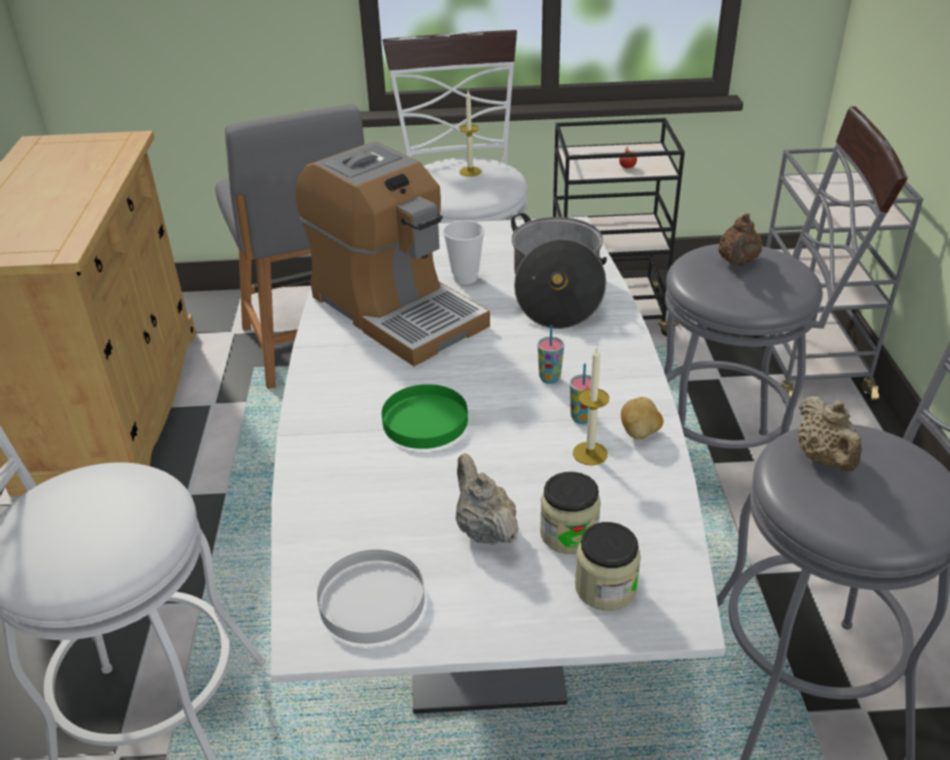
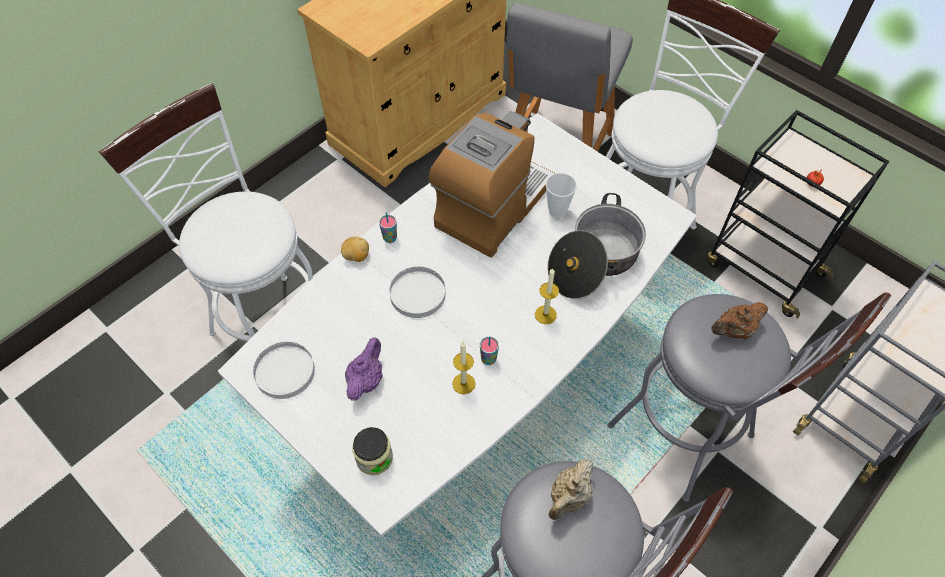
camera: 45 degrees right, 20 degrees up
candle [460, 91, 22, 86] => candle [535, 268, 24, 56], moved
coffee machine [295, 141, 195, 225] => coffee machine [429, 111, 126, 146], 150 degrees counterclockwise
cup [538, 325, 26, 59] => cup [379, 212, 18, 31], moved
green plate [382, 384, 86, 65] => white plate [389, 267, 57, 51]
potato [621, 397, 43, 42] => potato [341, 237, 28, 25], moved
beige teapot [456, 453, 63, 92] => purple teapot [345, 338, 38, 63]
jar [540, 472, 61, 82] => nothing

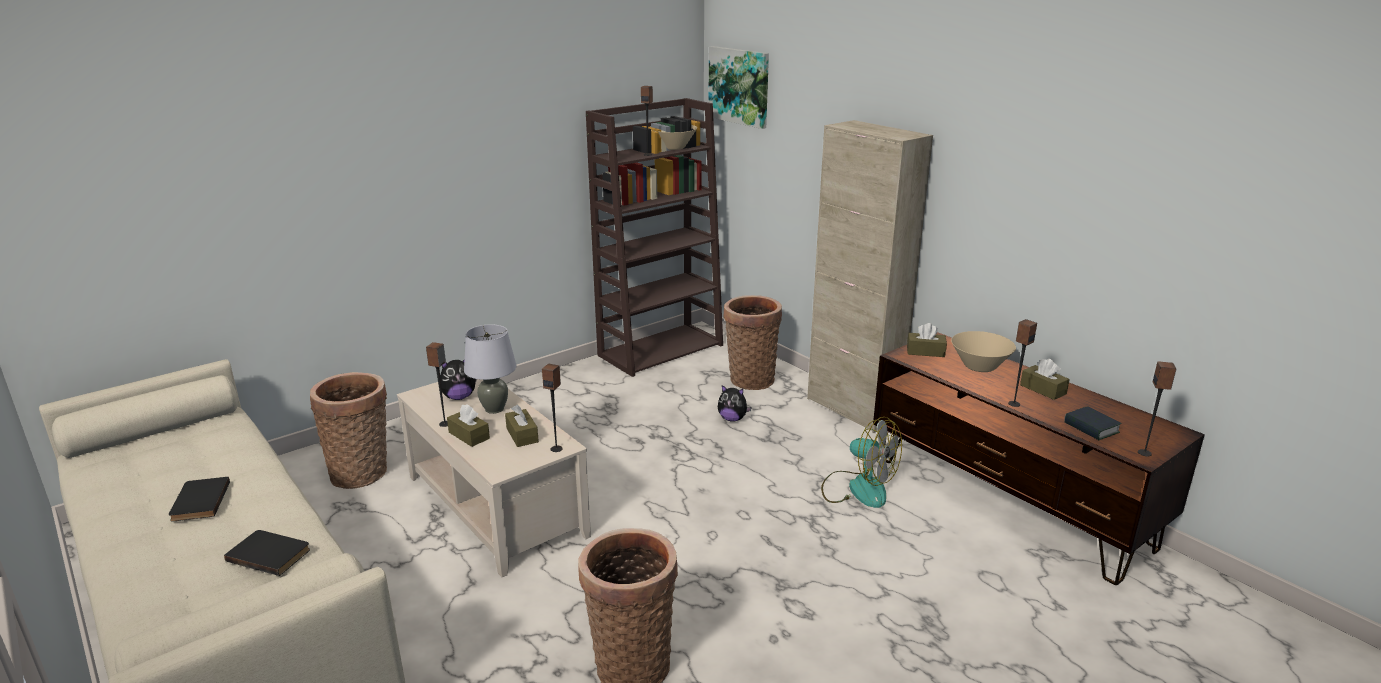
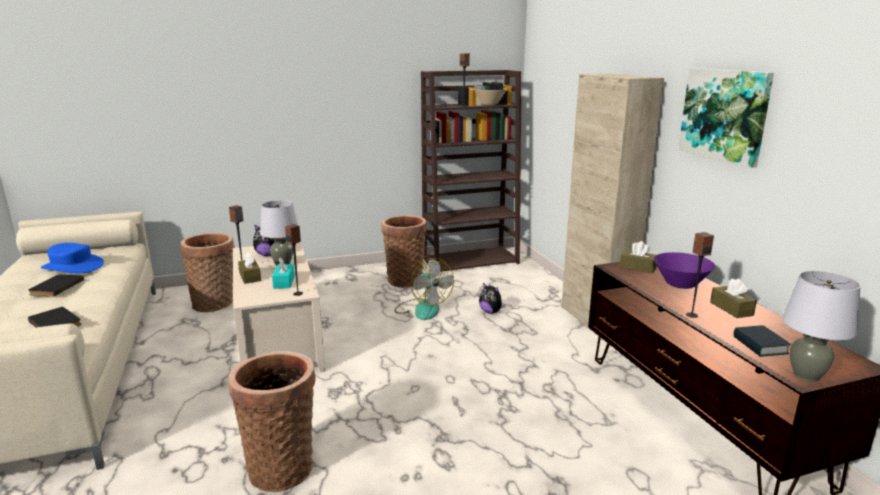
camera: 20 degrees right, 5 degrees down
picture [708, 46, 61, 83] => picture [678, 68, 96, 100], moved
basket [723, 295, 59, 95] => basket [381, 215, 46, 73], moved
beige bowl [951, 331, 65, 41] => purple bowl [654, 252, 61, 37]
speaker [1138, 361, 39, 95] => grey table lamp [782, 271, 79, 111]
brown tissue box [505, 405, 34, 42] => turquoise tissue box [272, 257, 23, 32]
fan [821, 417, 81, 91] => fan [394, 258, 60, 62], moved
nothing => blue hat [41, 243, 63, 30]

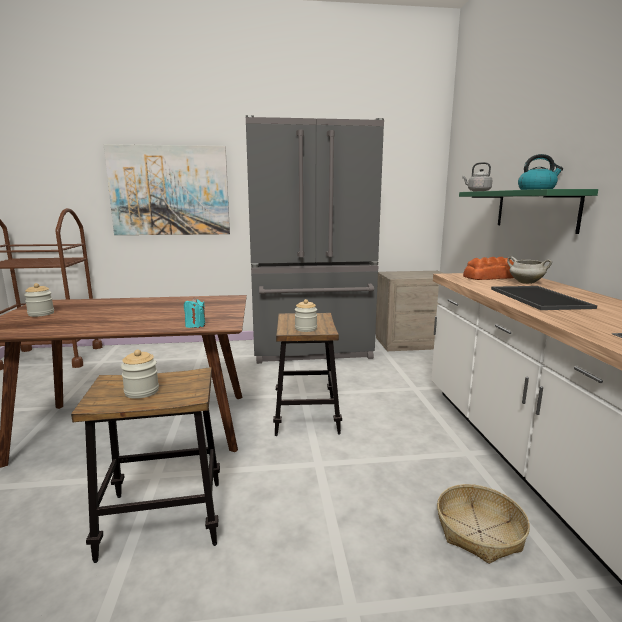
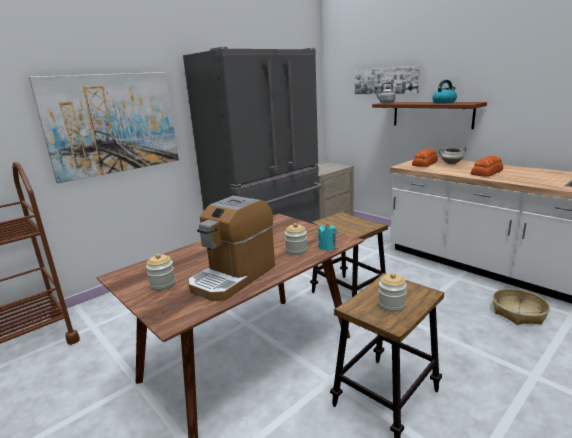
camera: 35 degrees left, 5 degrees up
green shelf [459, 189, 139, 45] => brown shelf [372, 102, 115, 27]
tray [491, 286, 106, 24] => bread [471, 156, 32, 21]
jar [295, 299, 22, 33] => jar [285, 223, 22, 32], moved
nothing => picture [355, 66, 65, 28]
nothing => coffee machine [188, 196, 87, 105]

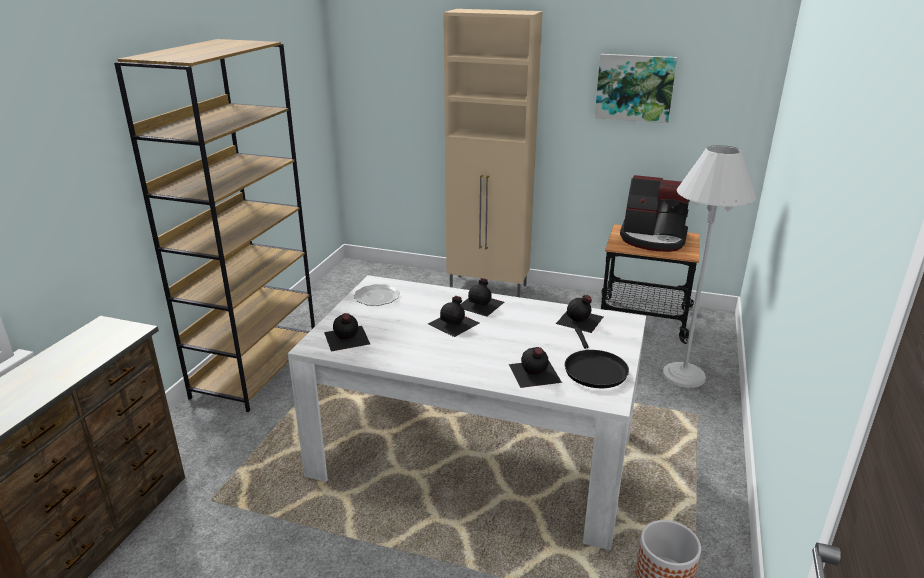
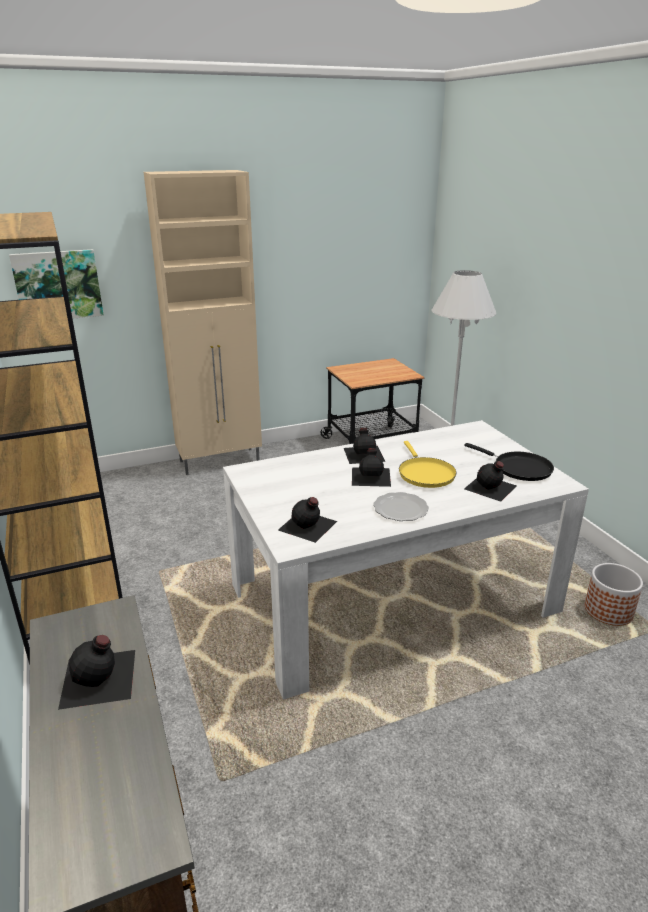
camera: 40 degrees left, 0 degrees up
picture [595, 54, 82, 69] => picture [9, 249, 95, 70], moved
coffee machine [620, 175, 70, 77] => nothing
plate [354, 284, 46, 22] => plate [373, 492, 56, 29], moved
black bottle [556, 295, 47, 38] => black bottle [58, 635, 77, 75], moved
nothing => yellow frying pan [399, 441, 58, 47]

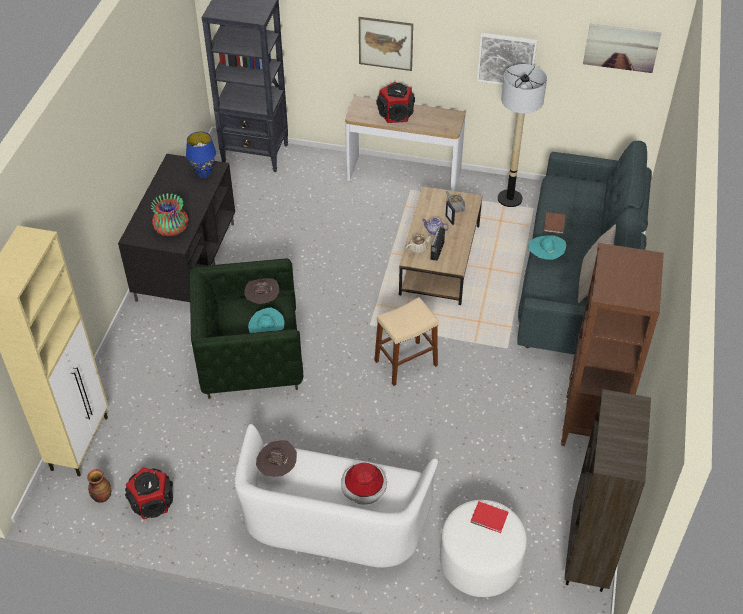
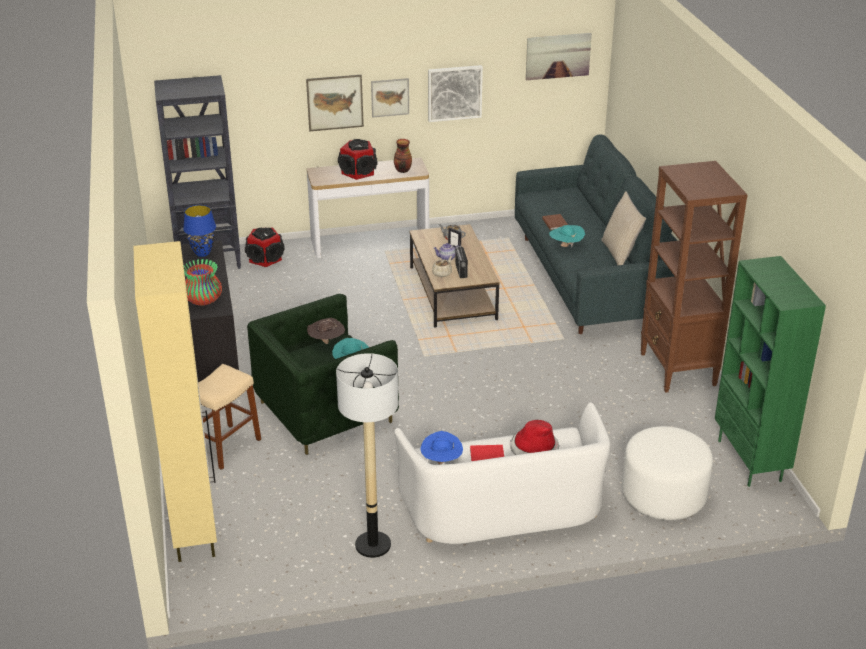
camera: 25 degrees left, 15 degrees down
floor lamp [498, 64, 49, 143] => floor lamp [336, 353, 62, 205], moved
beige stool [374, 297, 65, 89] => beige stool [198, 364, 63, 106], moved
brown bookcase [564, 389, 87, 203] => green bookcase [715, 256, 111, 231]
brown hat [256, 440, 41, 37] => blue hat [420, 431, 43, 34]
speaker [125, 467, 48, 52] => speaker [245, 227, 40, 40], moved
vase [87, 469, 24, 34] => vase [394, 139, 18, 34], moved
red book [471, 501, 37, 32] => red book [470, 445, 34, 16], moved
nothing => picture [371, 78, 38, 40]

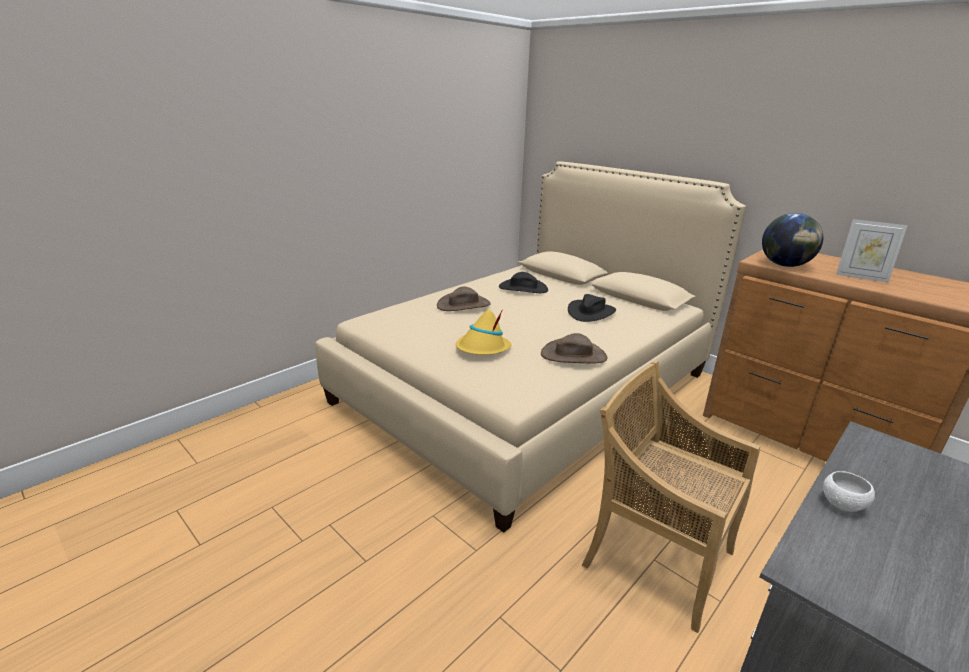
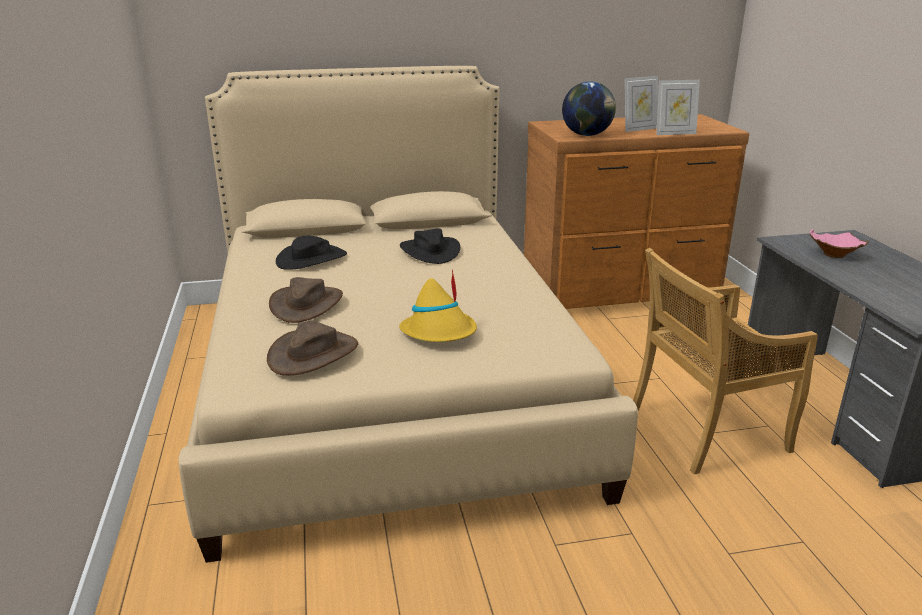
camera: 55 degrees left, 0 degrees up
brown hat [541, 333, 66, 31] => brown hat [267, 321, 91, 54], moved
white bowl [823, 471, 52, 41] => nothing
nothing => picture frame [656, 80, 44, 55]
nothing => pink bowl [810, 229, 59, 29]

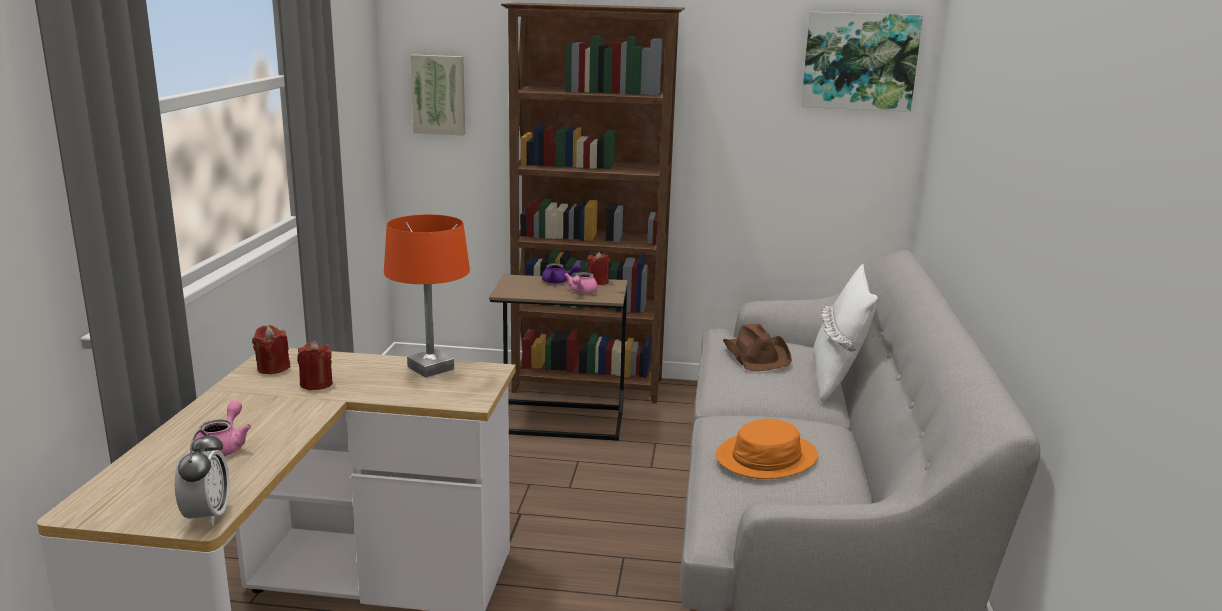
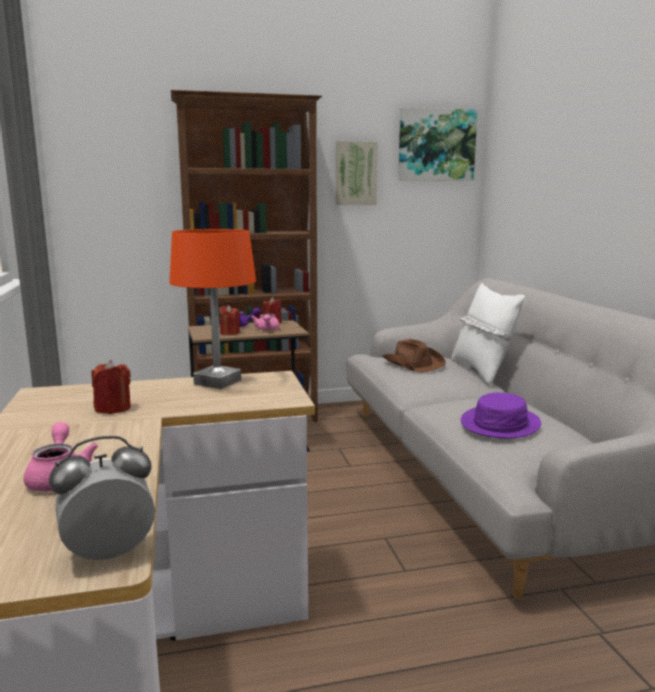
camera: 20 degrees left, 5 degrees down
picture [410, 55, 55, 80] => picture [336, 141, 42, 64], moved
red candle [252, 325, 38, 49] => red candle [219, 305, 21, 30], moved
orange hat [716, 419, 102, 60] => purple hat [461, 393, 80, 46]
alarm clock [175, 430, 55, 96] => alarm clock [49, 436, 106, 125], 90 degrees counterclockwise

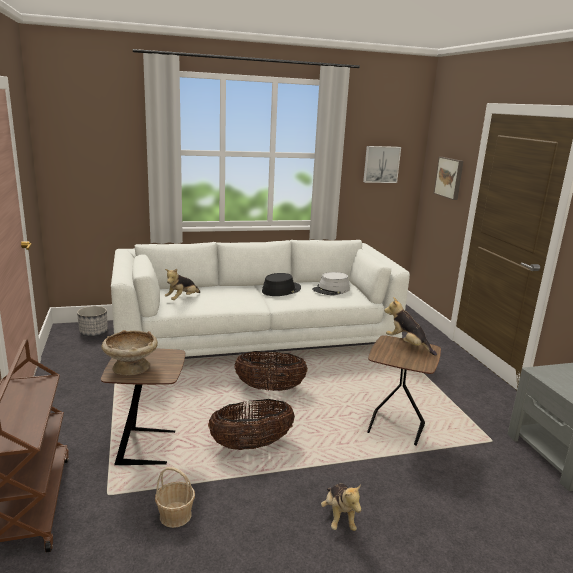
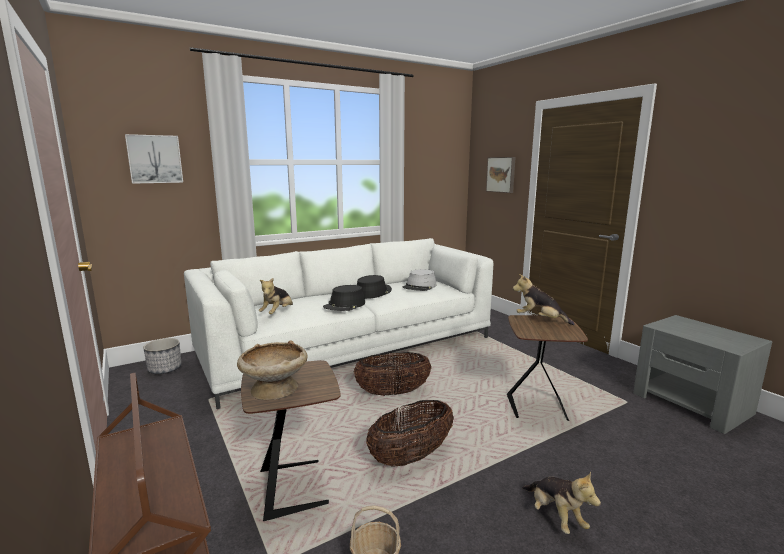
camera: 15 degrees left, 5 degrees down
picture [363, 146, 38, 37] => picture [125, 134, 58, 50], moved
nothing => black hat [323, 285, 42, 26]

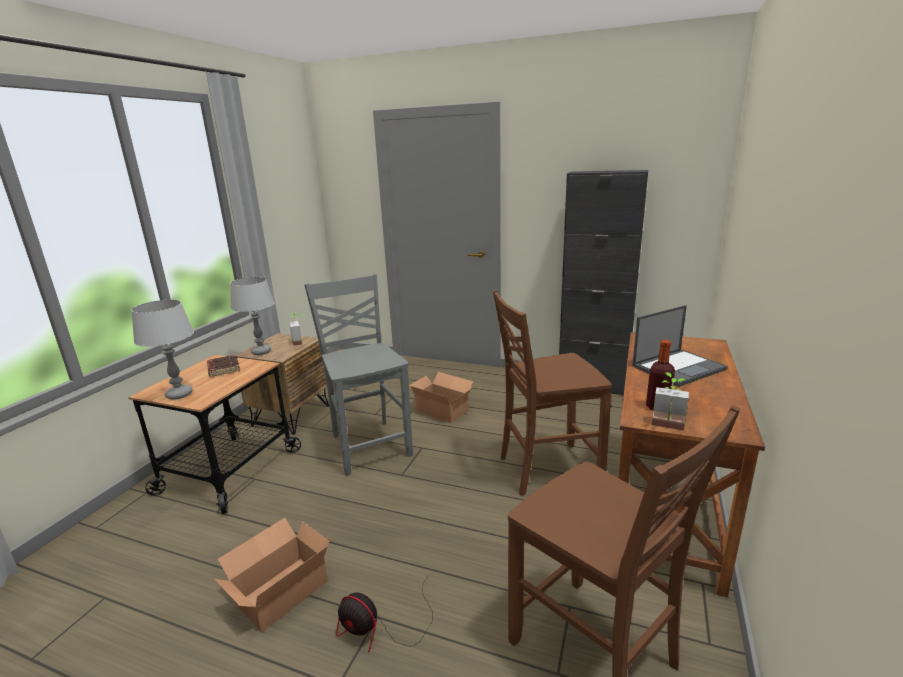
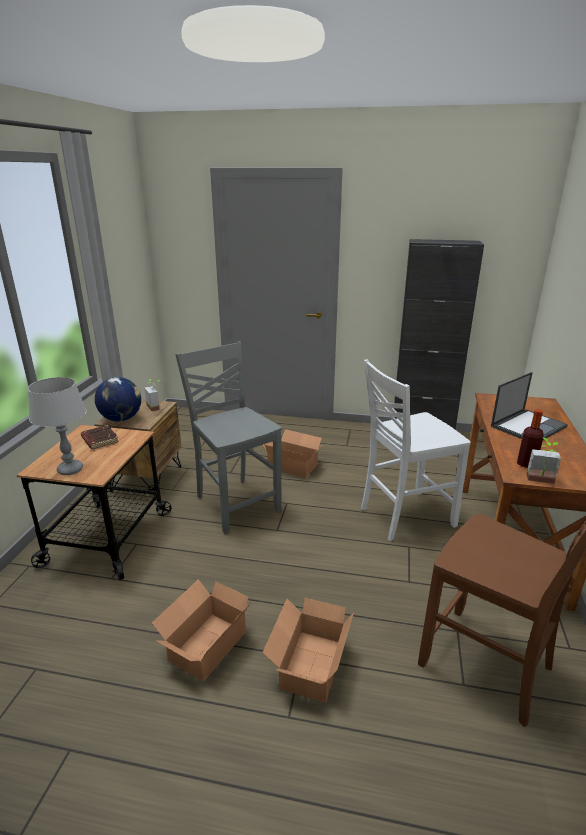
camera: 10 degrees left, 5 degrees up
grey table lamp [230, 277, 45, 78] => globe [95, 377, 46, 44]
brown chair [493, 290, 119, 206] => white chair [361, 359, 110, 182]
fan [336, 575, 97, 77] => cardboard box [262, 598, 92, 105]

